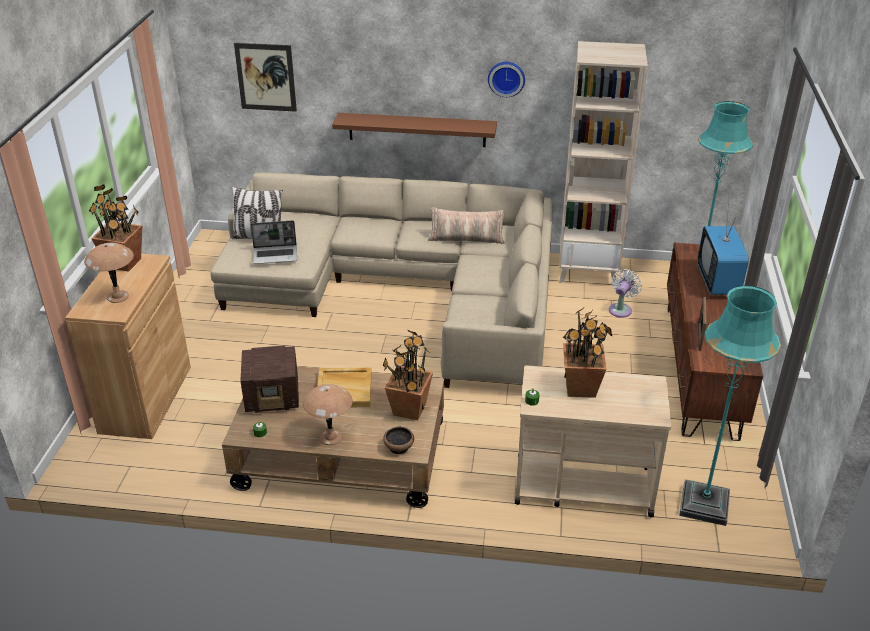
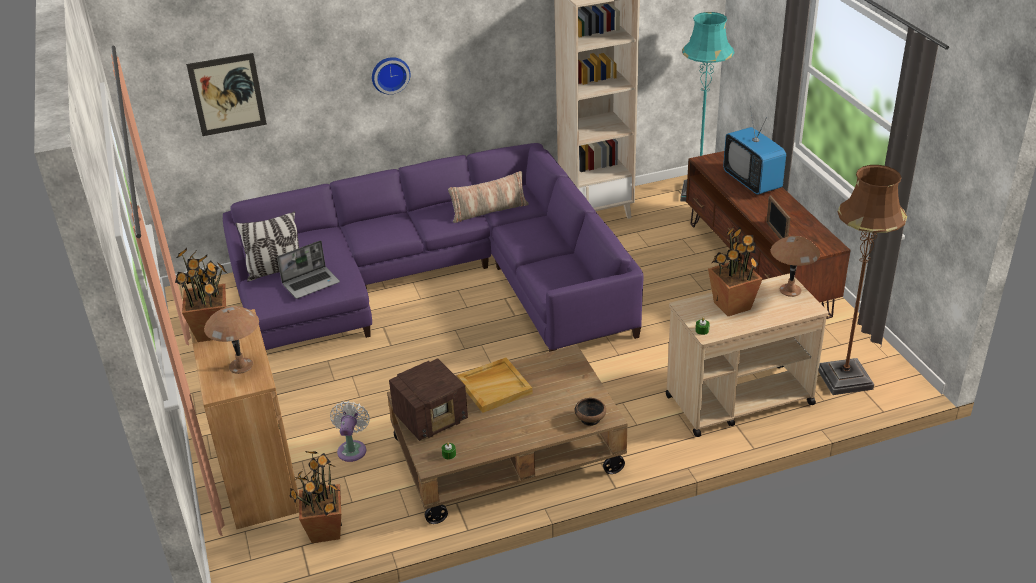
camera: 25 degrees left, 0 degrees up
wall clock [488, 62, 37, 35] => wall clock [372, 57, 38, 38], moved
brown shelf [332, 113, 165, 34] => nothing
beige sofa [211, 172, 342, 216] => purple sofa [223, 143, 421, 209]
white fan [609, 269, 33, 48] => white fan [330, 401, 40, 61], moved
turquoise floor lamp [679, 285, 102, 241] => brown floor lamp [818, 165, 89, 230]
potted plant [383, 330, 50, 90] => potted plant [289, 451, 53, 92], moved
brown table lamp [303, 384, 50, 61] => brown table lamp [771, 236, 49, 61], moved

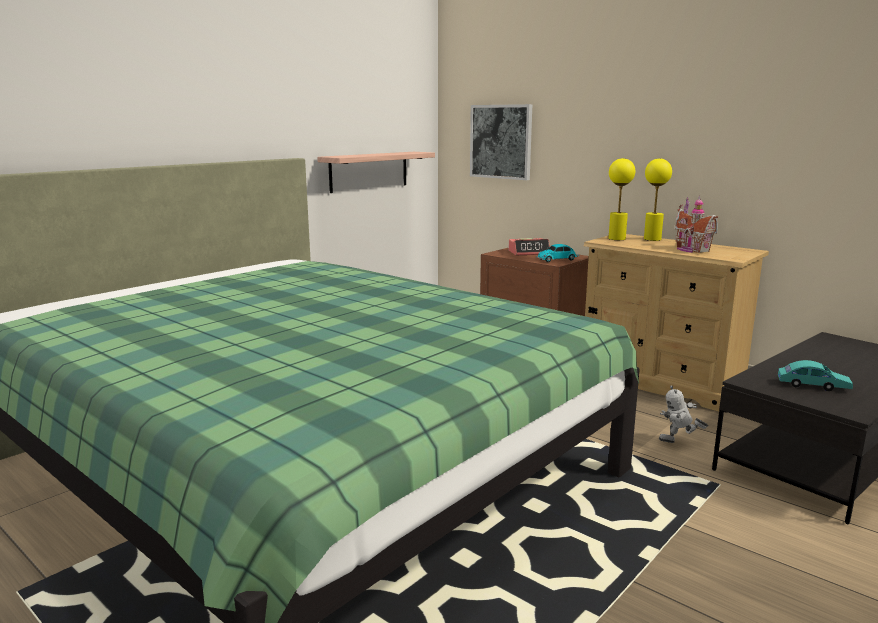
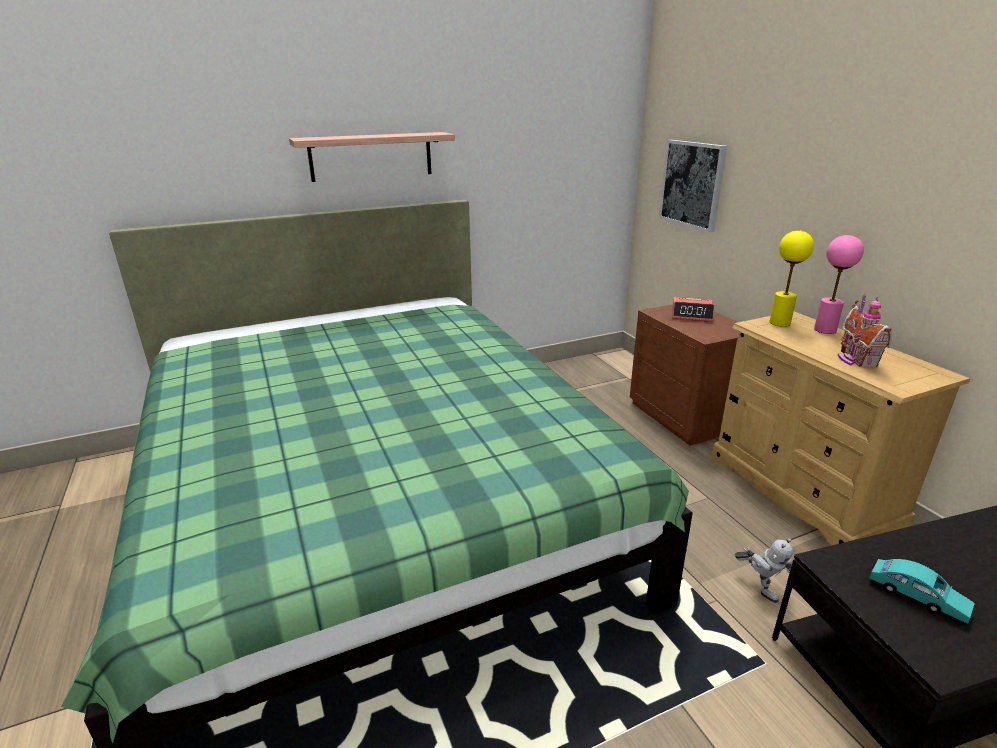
camera: 25 degrees right, 10 degrees up
shelf [317, 152, 118, 41] => shelf [289, 132, 166, 50], moved
yellow table lamp [644, 159, 28, 82] => pink table lamp [814, 235, 50, 99]
toy car [536, 244, 43, 18] => nothing
toy robot [659, 385, 49, 58] => toy robot [735, 538, 58, 65], 150 degrees counterclockwise

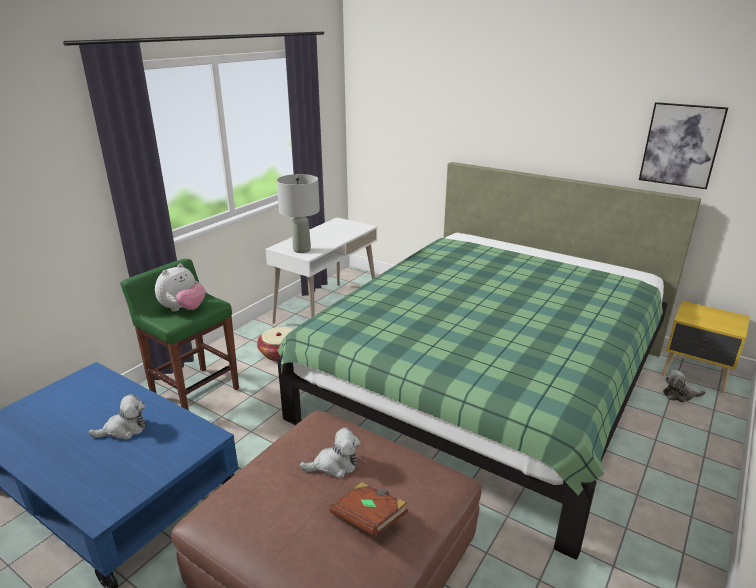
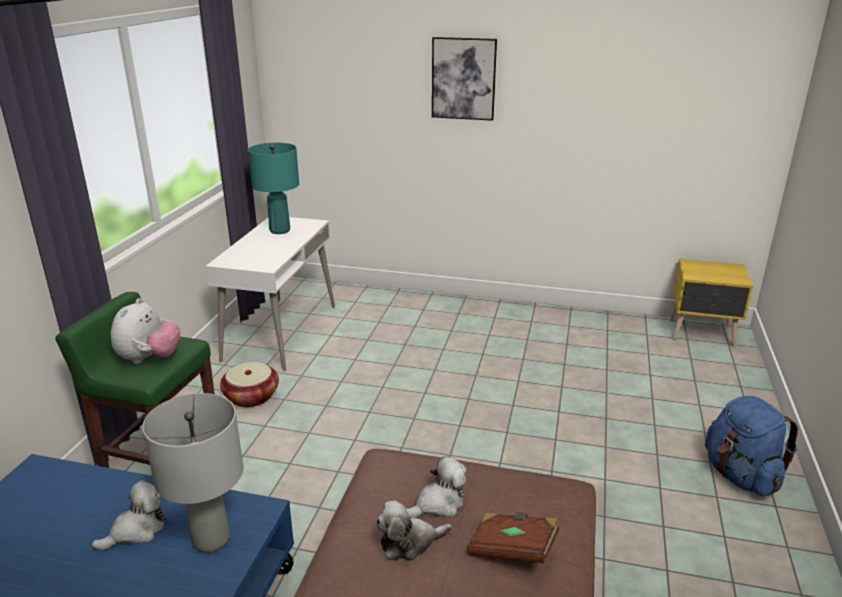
camera: 20 degrees left, 0 degrees up
picture [639, 102, 89, 87] => picture [432, 37, 65, 84], moved
green bed [277, 162, 424, 398] => nothing
grey table lamp [277, 174, 43, 79] => grey table lamp [142, 393, 101, 160], moved
plush toy [663, 370, 43, 33] => plush toy [376, 500, 76, 61], moved
nothing => turquoise table lamp [248, 143, 51, 91]
nothing => blue backpack [705, 396, 93, 100]

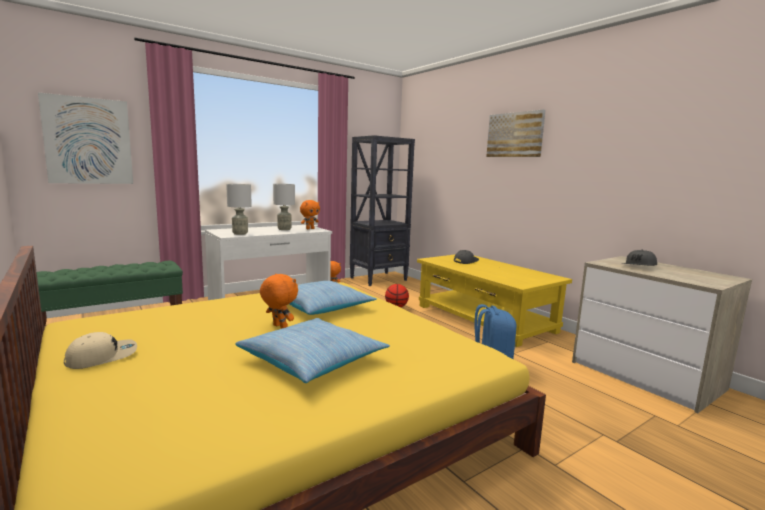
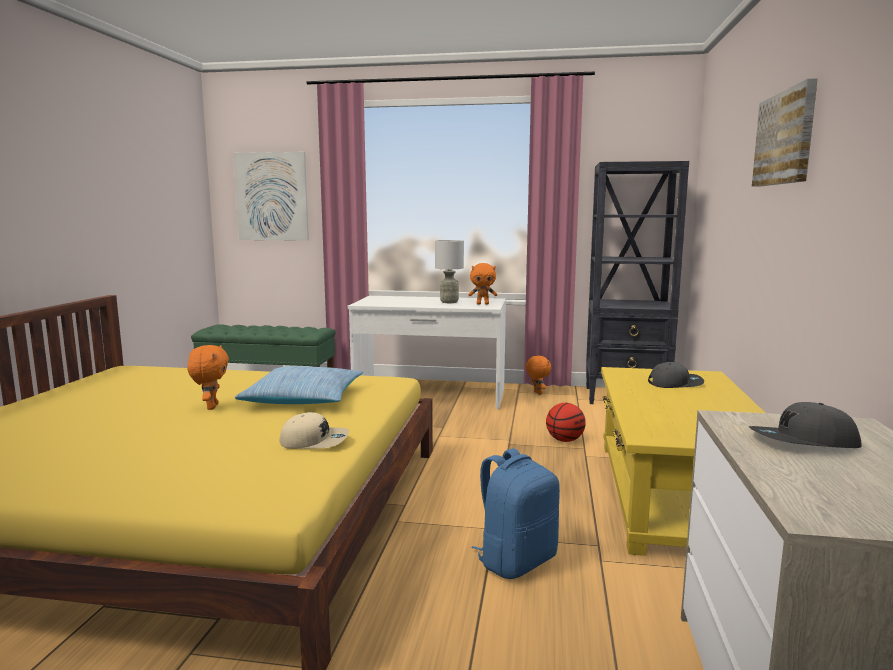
camera: 45 degrees right, 0 degrees up
grey table lamp [226, 184, 26, 51] => nothing
pillow [235, 318, 155, 65] => nothing
beige cap [64, 332, 73, 37] => beige cap [279, 412, 70, 37], moved

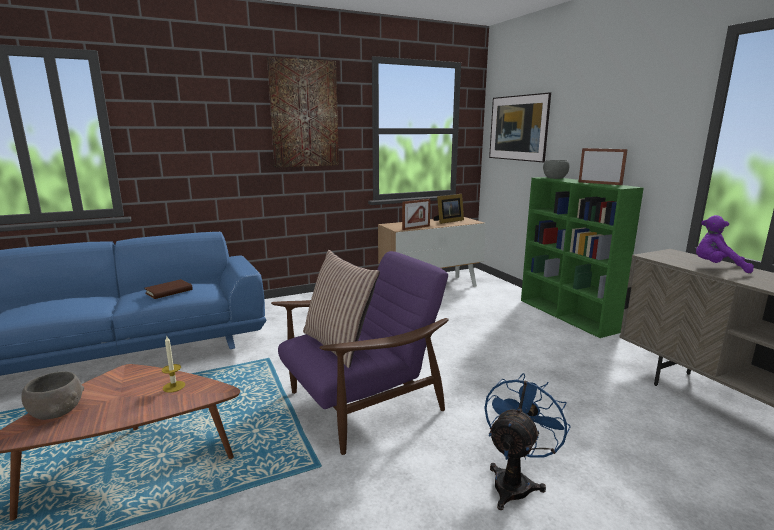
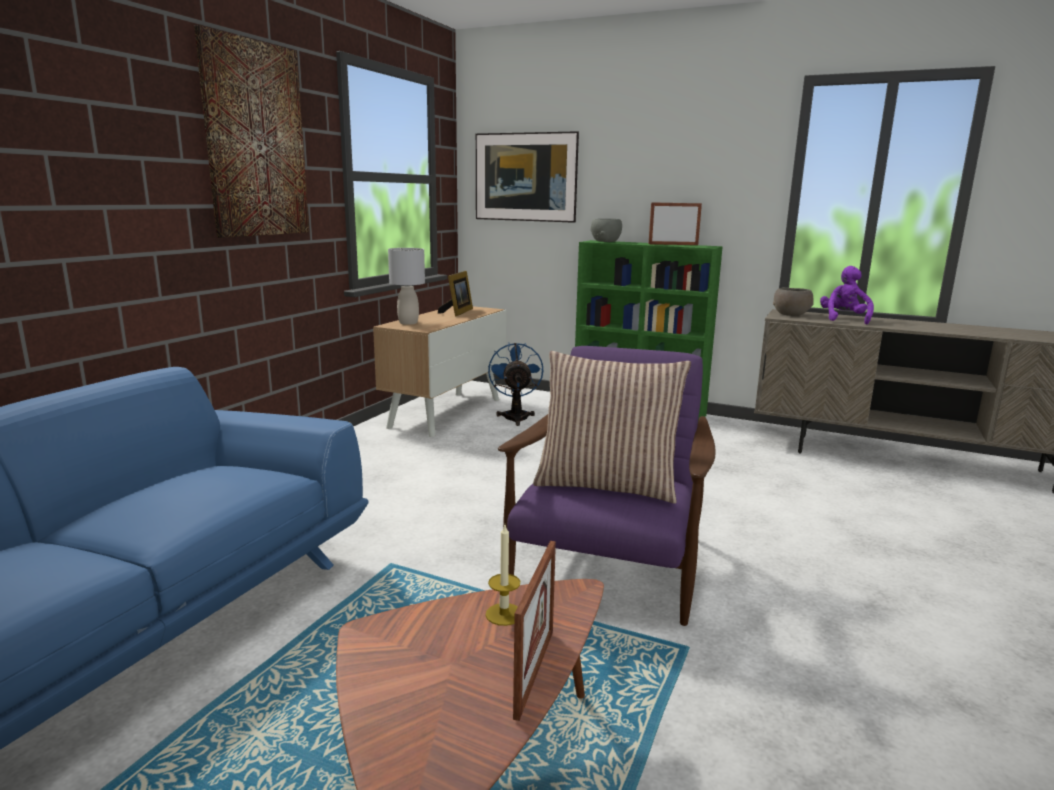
camera: 40 degrees left, 0 degrees up
picture frame [402, 199, 28, 31] => picture frame [513, 541, 43, 180], moved
purple plush toy [696, 215, 58, 58] => purple plush toy [820, 266, 54, 58], 120 degrees clockwise
brown book [144, 279, 49, 20] => nothing
grey bowl [21, 372, 63, 48] => grey bowl [773, 287, 41, 29], moved
blue fan [484, 373, 87, 137] => blue fan [488, 343, 55, 83], moved
nothing => grey table lamp [388, 248, 37, 77]

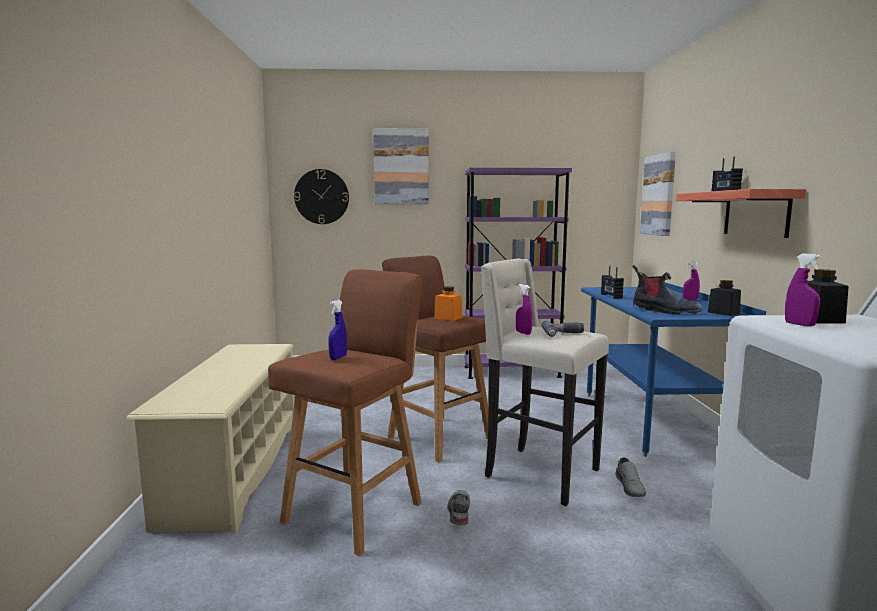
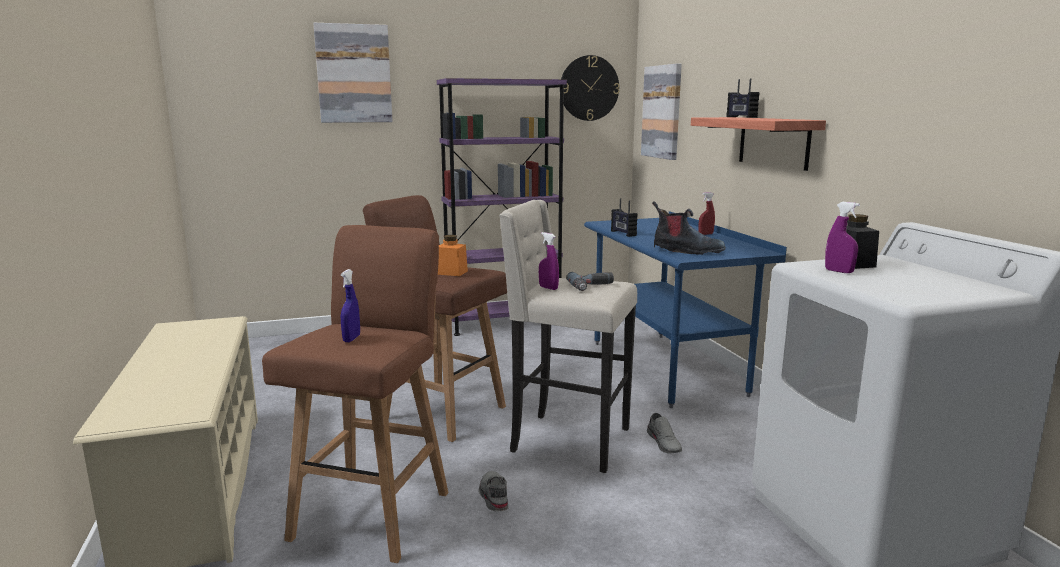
camera: 15 degrees left, 5 degrees up
wall clock [294, 169, 55, 55] => wall clock [561, 55, 59, 66], moved
purple spray bottle [683, 261, 17, 39] => red spray bottle [699, 192, 16, 43]
black jar [708, 280, 33, 36] => nothing

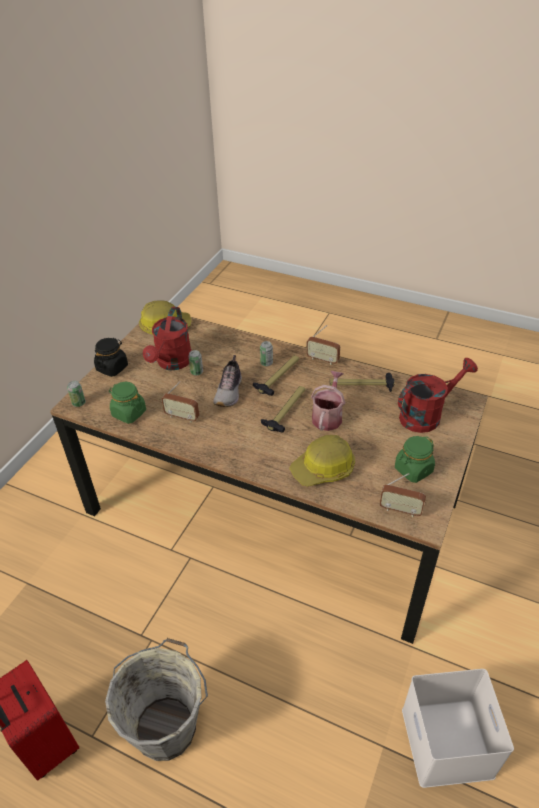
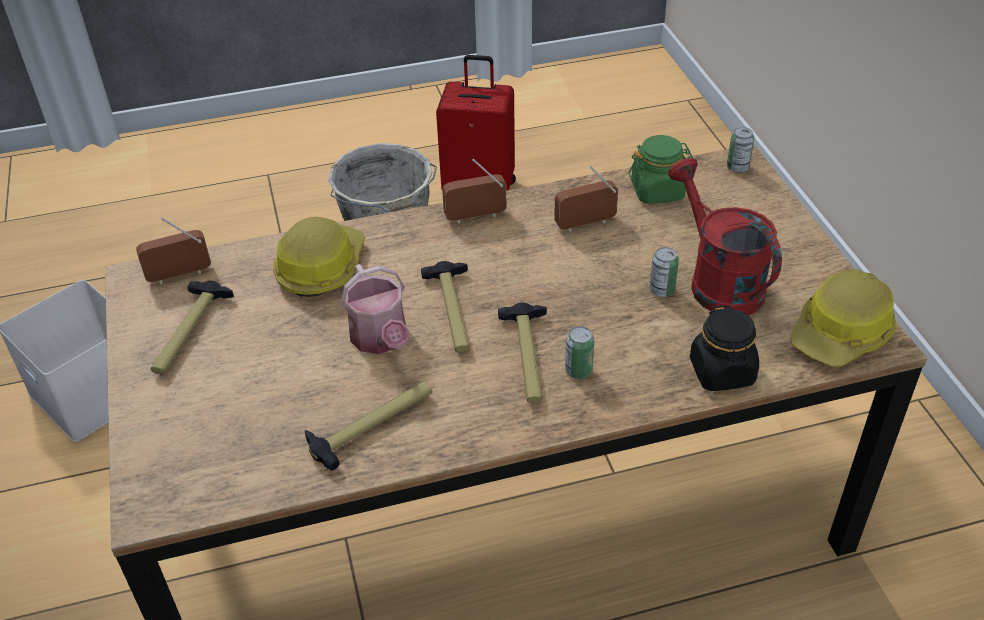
camera: 140 degrees right, 0 degrees up
radio [306, 325, 34, 40] => radio [442, 159, 65, 65], moved
black jar [94, 338, 34, 39] => black jar [690, 305, 69, 86], moved
shoe [213, 355, 29, 52] => nothing
red watering can [398, 358, 80, 75] => nothing
green jar [395, 436, 40, 47] => hammer [151, 281, 83, 94]

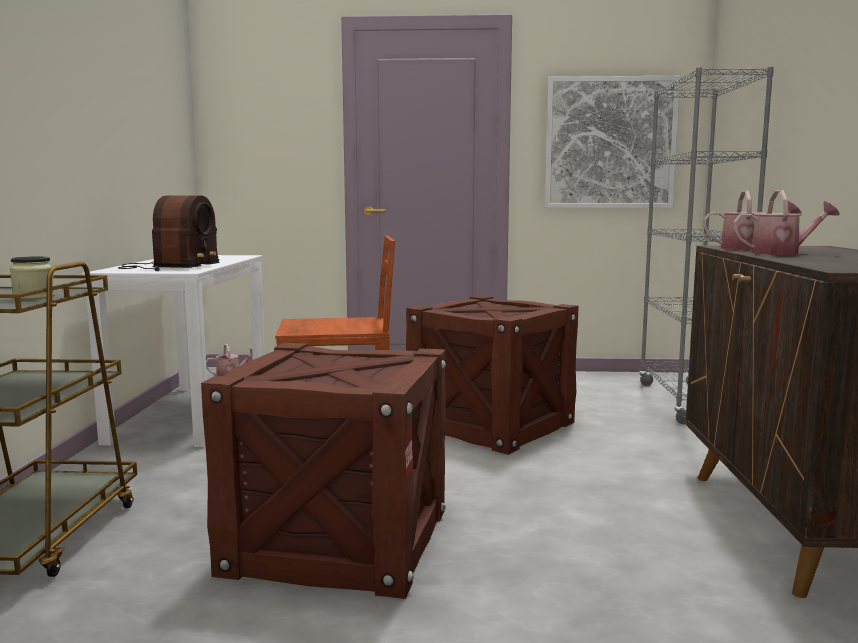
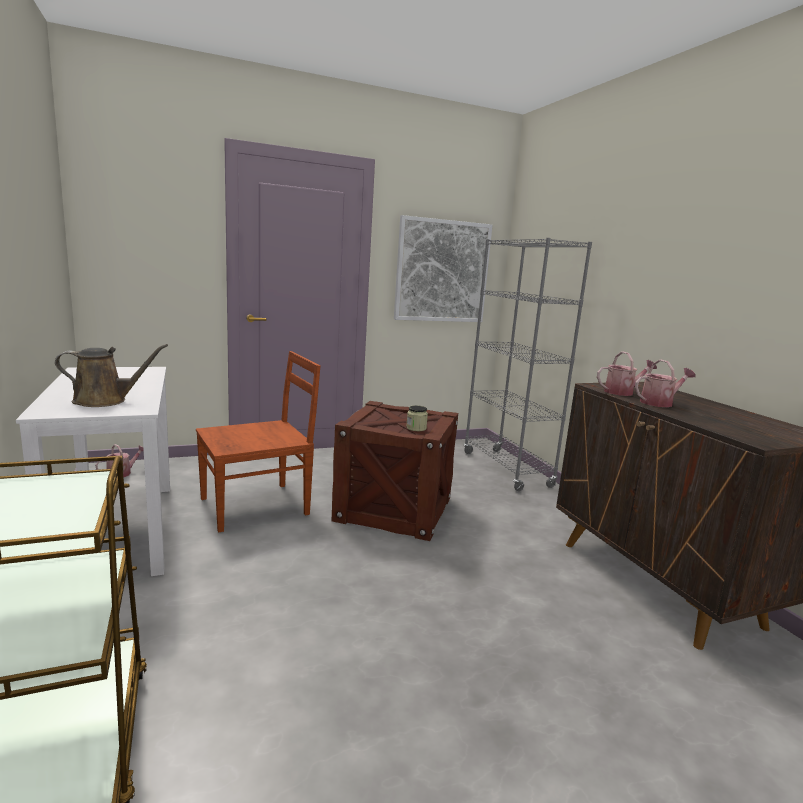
camera: 25 degrees left, 5 degrees up
radio [118, 195, 102, 76] => brown watering can [55, 344, 113, 63]
jar [10, 256, 45, 44] => jar [406, 405, 22, 26], moved
crate [201, 343, 245, 256] => nothing

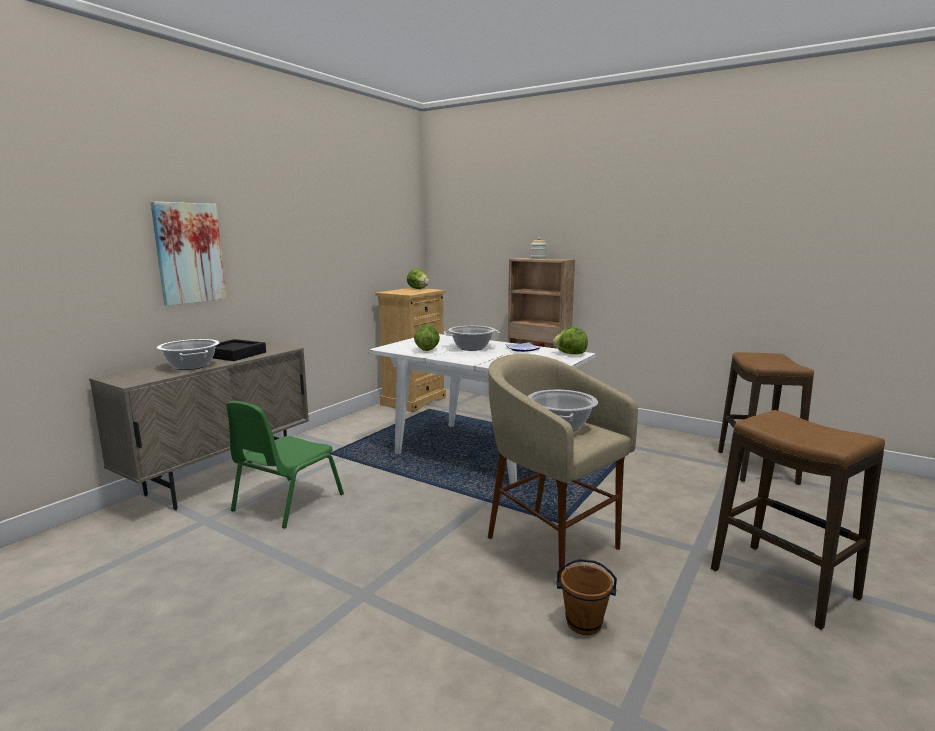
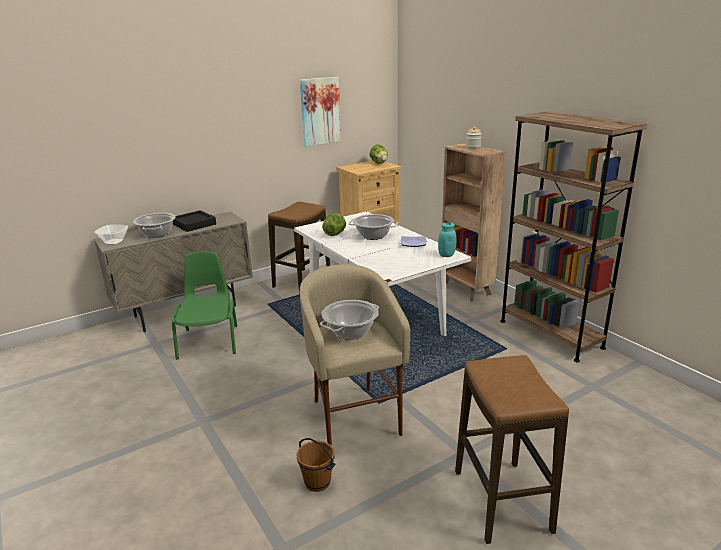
camera: 25 degrees right, 10 degrees up
picture [150, 201, 76, 105] => picture [300, 77, 41, 70], moved
lettuce [553, 327, 35, 27] => turquoise jar [438, 222, 18, 35]
stool [718, 353, 96, 132] => stool [268, 202, 62, 92], moved
green chair [226, 401, 118, 128] => green chair [172, 251, 65, 108], 120 degrees clockwise
nothing => brown bookcase [500, 111, 147, 252]
nothing => bowl [94, 224, 34, 21]

